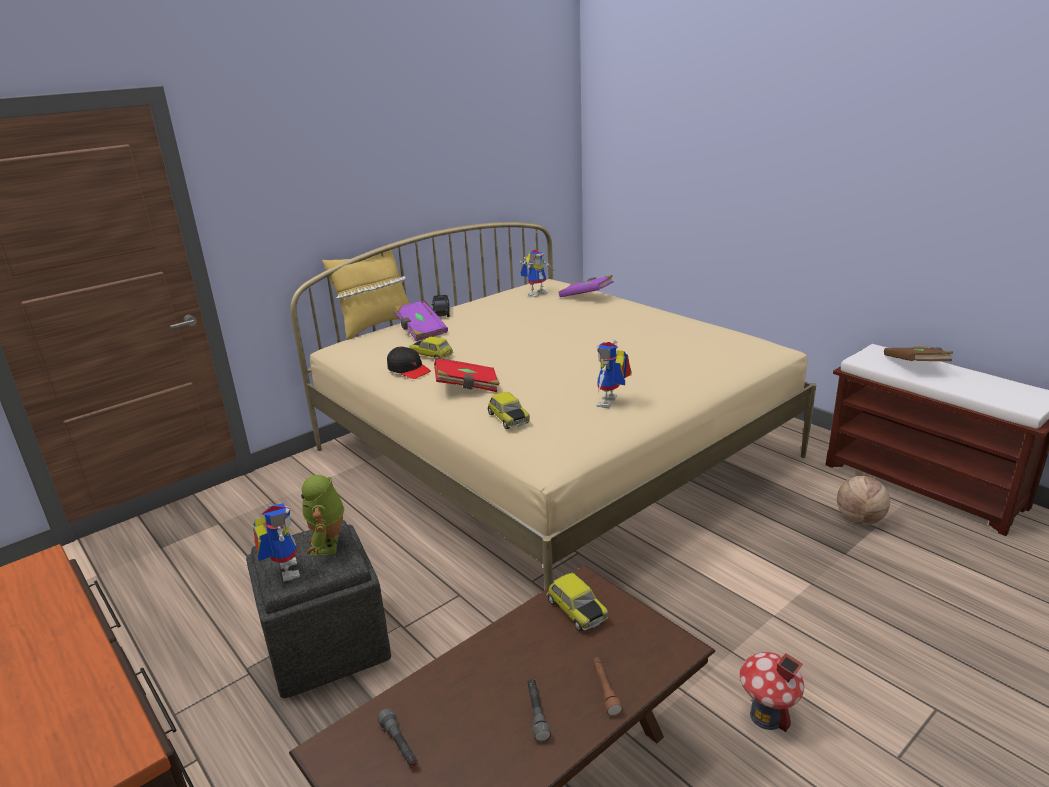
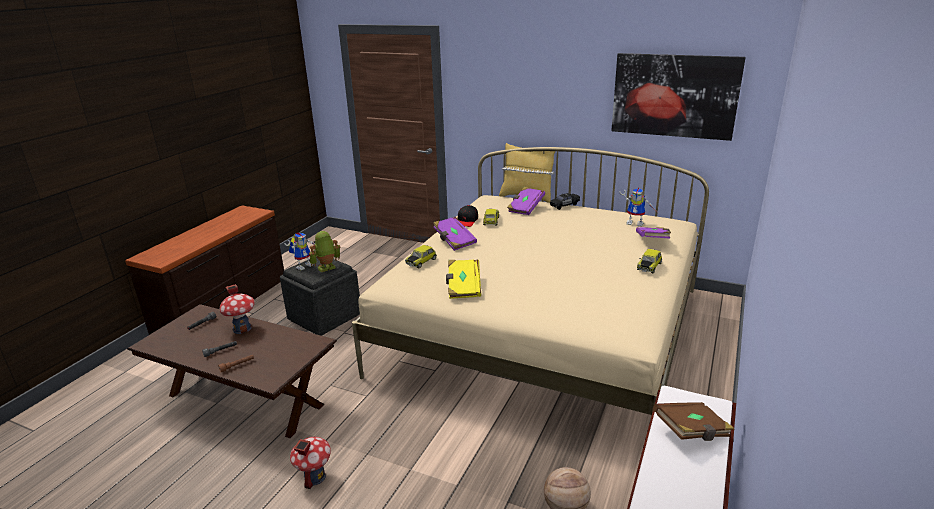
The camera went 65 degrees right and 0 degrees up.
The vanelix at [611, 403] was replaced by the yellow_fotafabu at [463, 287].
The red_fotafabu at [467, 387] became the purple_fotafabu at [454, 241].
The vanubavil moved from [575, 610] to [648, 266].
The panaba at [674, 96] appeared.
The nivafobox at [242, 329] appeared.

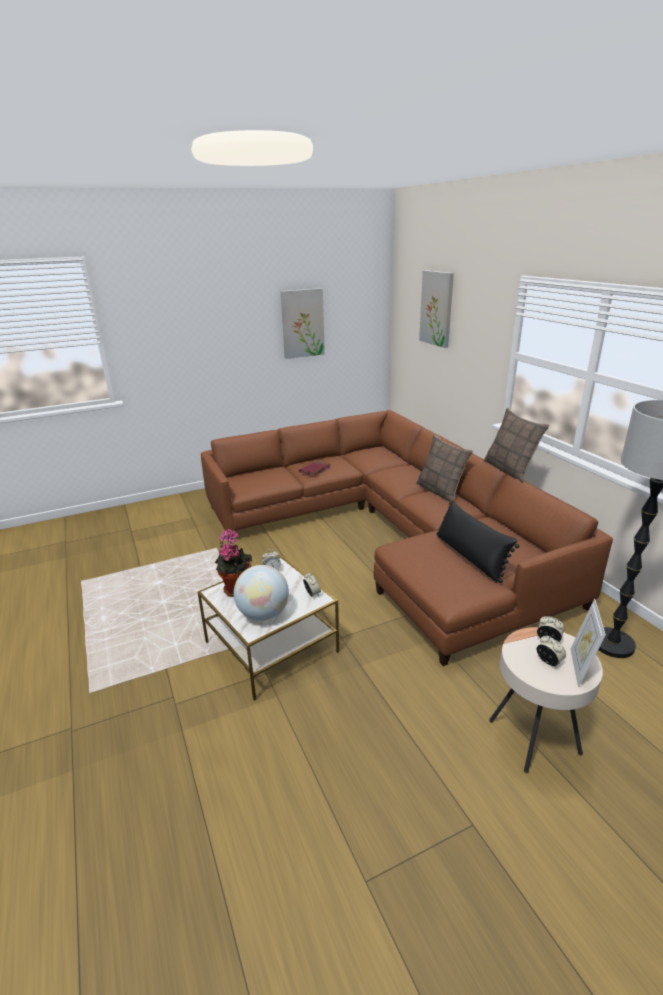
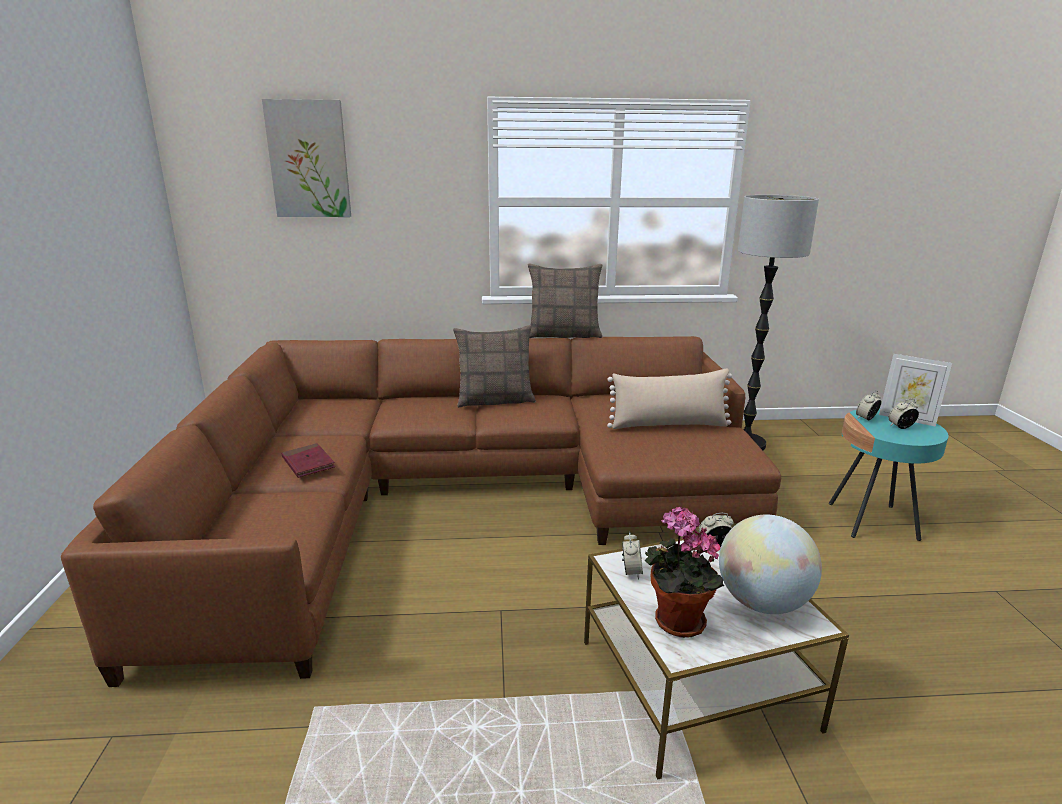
The camera went 70 degrees left and 5 degrees down.
The panaba at [302, 323] disappeared.
The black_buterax at [470, 557] became the beige_buterax at [668, 424].
The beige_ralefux at [534, 737] became the turquoise_ralefux at [872, 521].

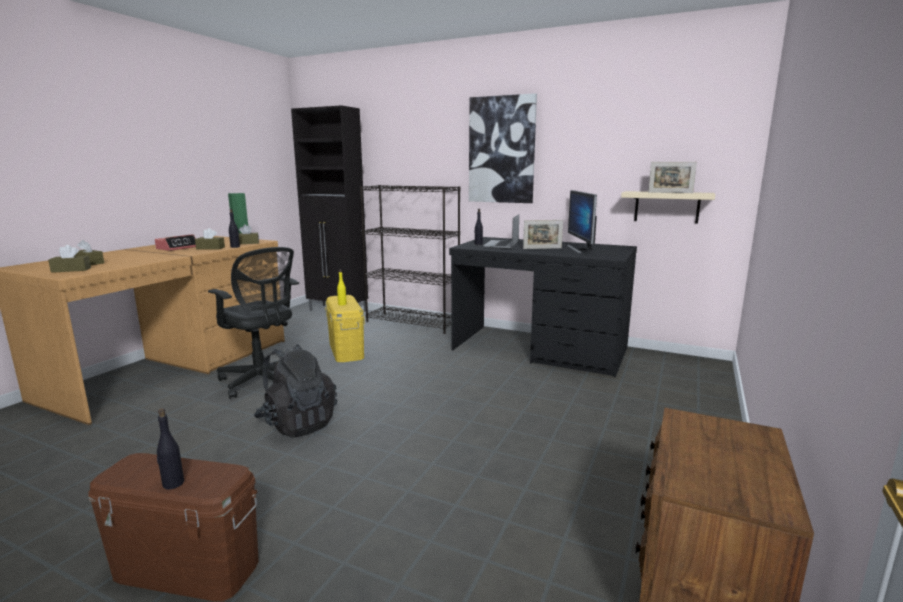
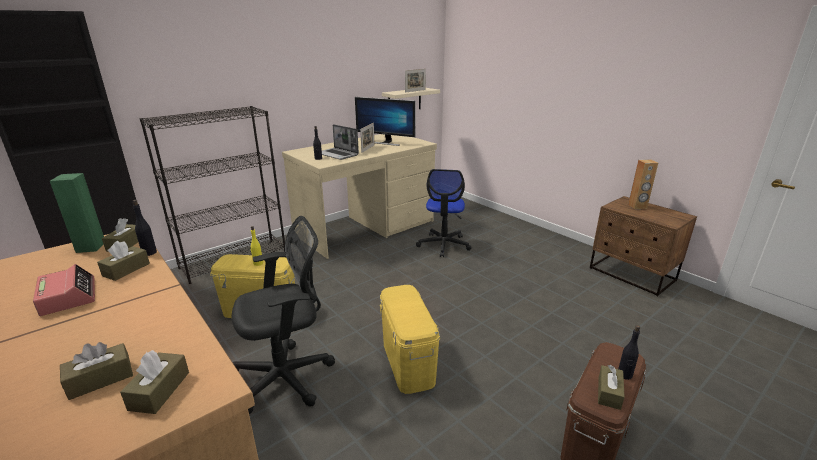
The camera went 65 degrees left and 10 degrees up.
The panaba at [501, 150] disappeared.
The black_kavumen at [539, 349] became the beige_kavumen at [366, 227].
The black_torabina at [297, 424] was replaced by the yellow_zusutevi at [407, 362].
The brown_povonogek at [637, 206] appeared.
The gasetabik at [443, 245] appeared.
The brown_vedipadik at [609, 393] appeared.

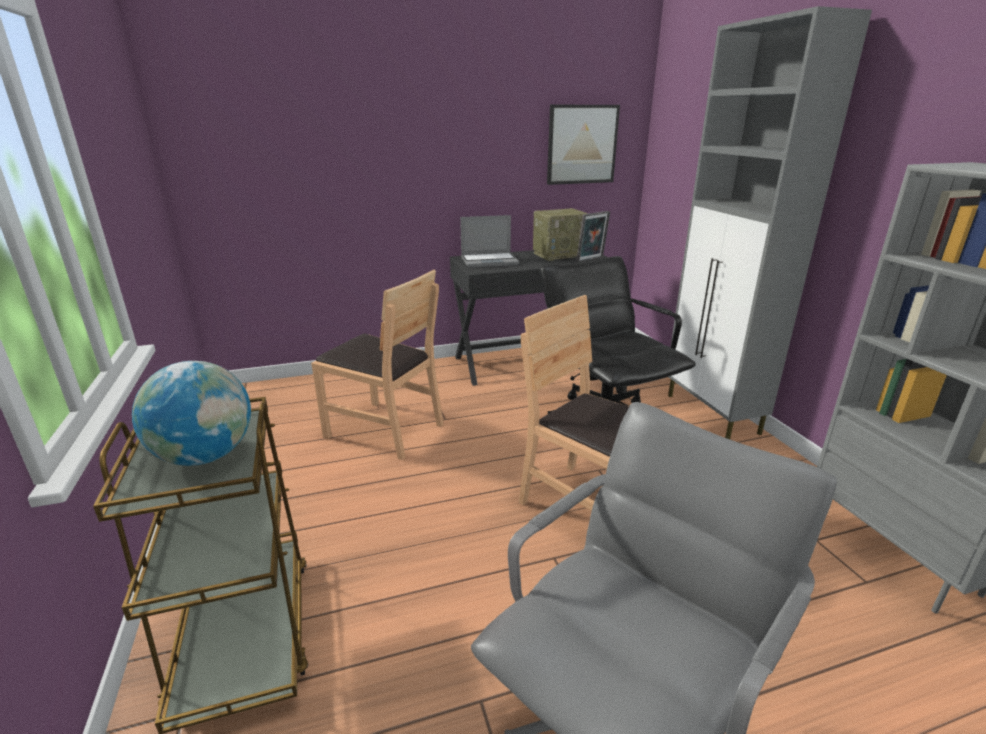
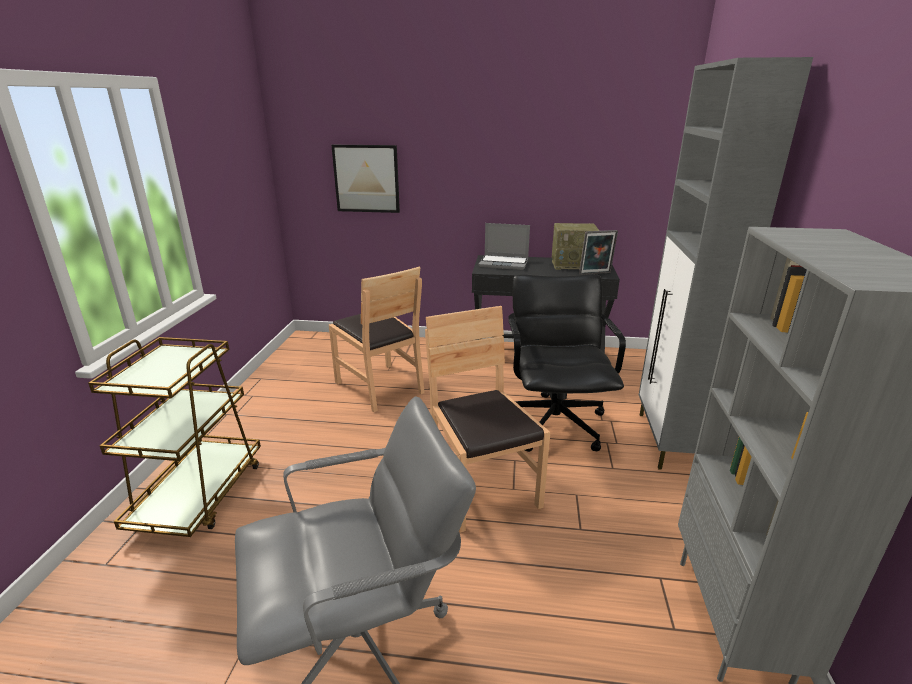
The camera went 25 degrees right and 0 degrees up.
The panaba moved from [582, 144] to [366, 178].
The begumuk at [206, 456] disappeared.

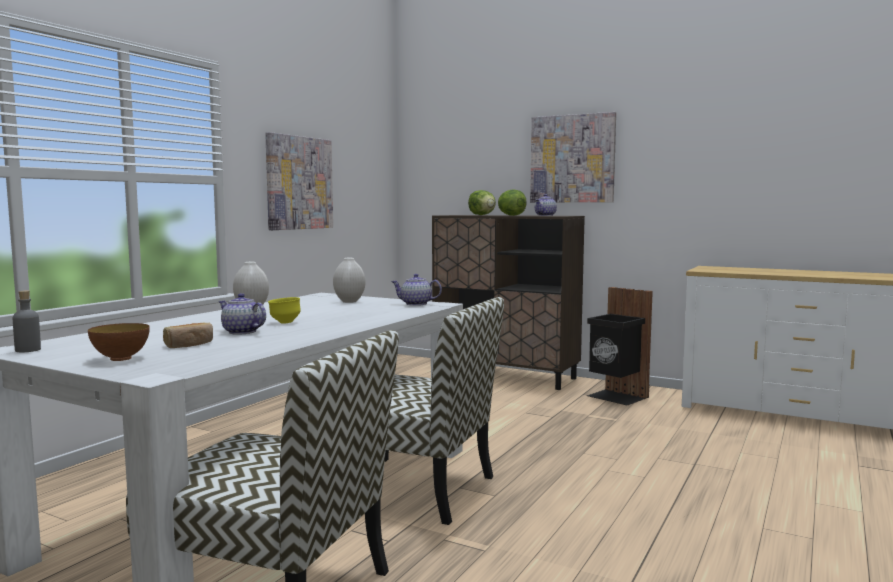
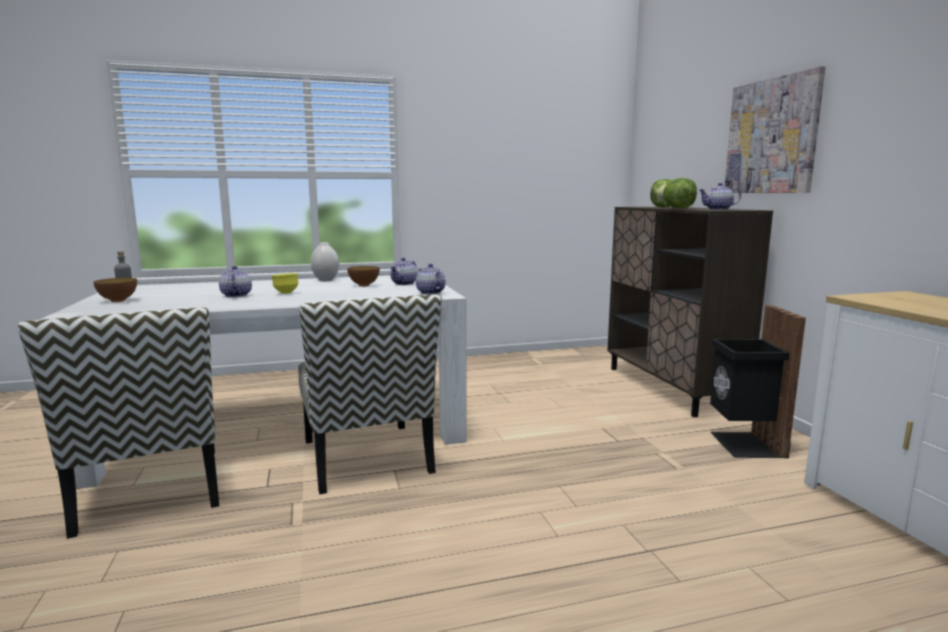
The camera went 45 degrees right and 5 degrees up.
The panaba at [299, 183] disappeared.
The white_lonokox at [349, 301] was replaced by the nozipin at [404, 283].
The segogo at [189, 345] disappeared.
The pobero at [364, 285] appeared.

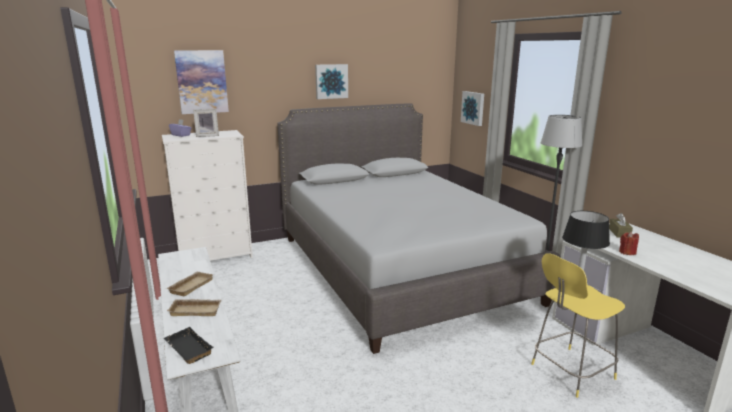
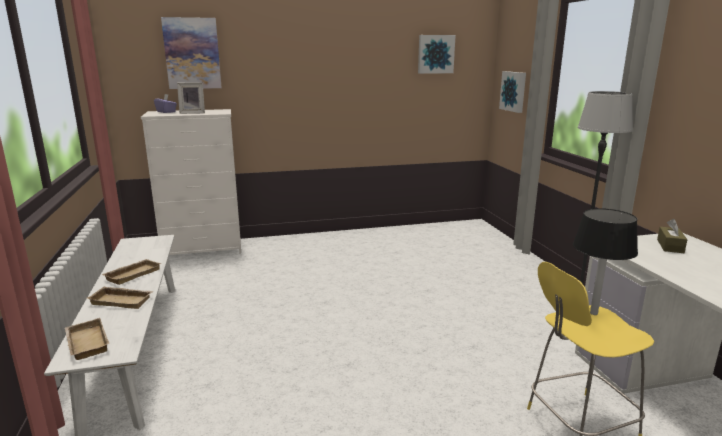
The camera went 10 degrees right and 0 degrees up.
The panaba moved from [331, 81] to [435, 54].
The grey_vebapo at [399, 267] disappeared.
The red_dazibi at [627, 252] disappeared.
The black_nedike at [187, 349] became the beige_nedike at [85, 343].

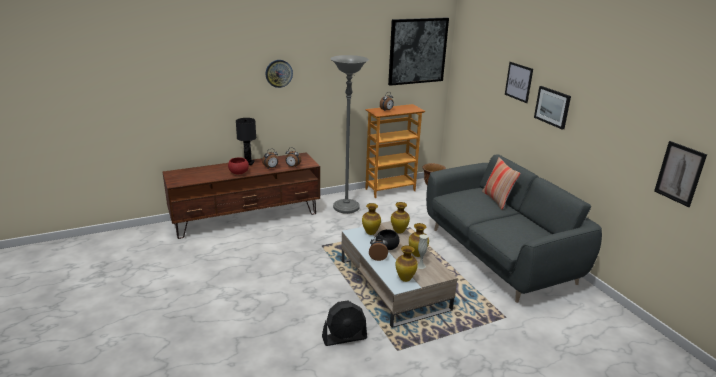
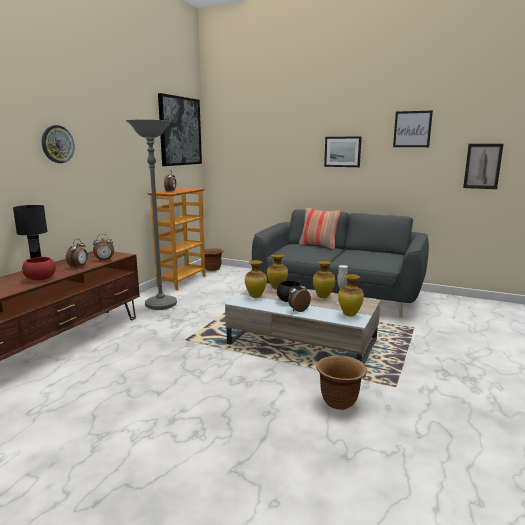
The camera went 40 degrees left and 10 degrees down.
The panaba moved from [518, 82] to [412, 129].
The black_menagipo at [344, 338] was replaced by the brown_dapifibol at [339, 402].

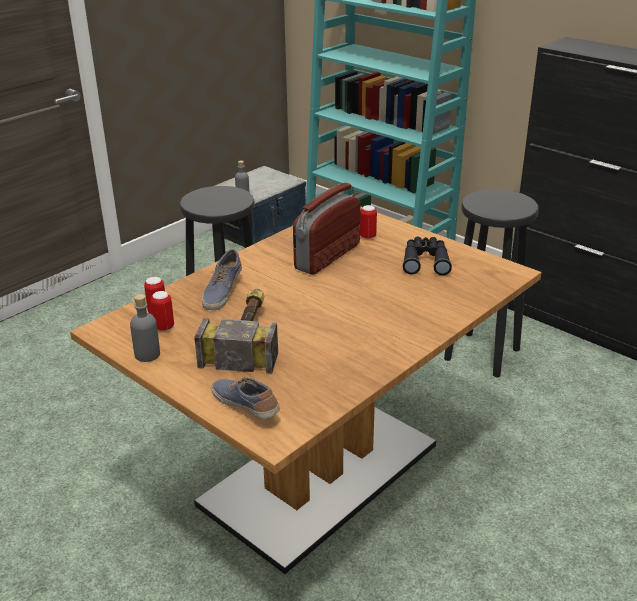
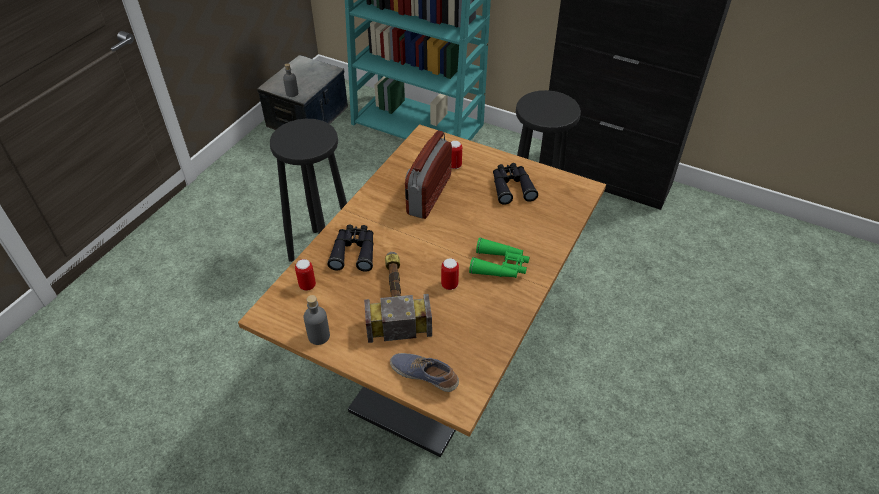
The camera went 15 degrees left and 15 degrees up.
The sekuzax at [222, 291] was replaced by the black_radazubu at [354, 251].
The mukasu moved from [164, 327] to [449, 285].
The green_radazubu at [500, 266] appeared.

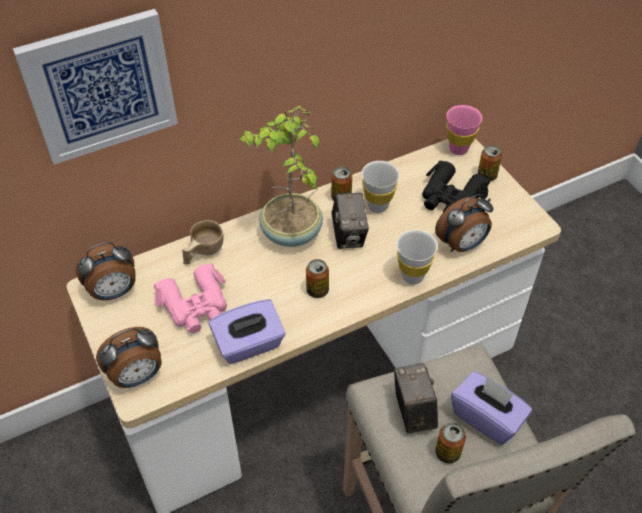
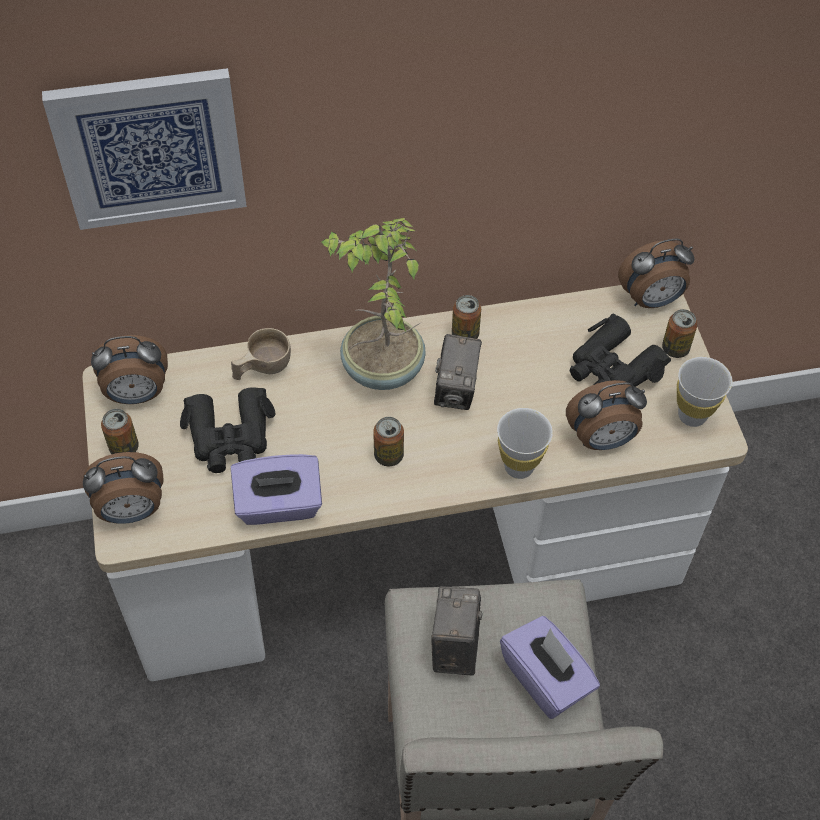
The camera went 15 degrees right and 5 degrees up.
The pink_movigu at [458, 149] was replaced by the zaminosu at [651, 300].
The white_movigu moved from [378, 206] to [692, 415].
The pink_radazubu at [196, 306] became the black_radazubu at [230, 438].
The mukasu moved from [447, 453] to [124, 447].

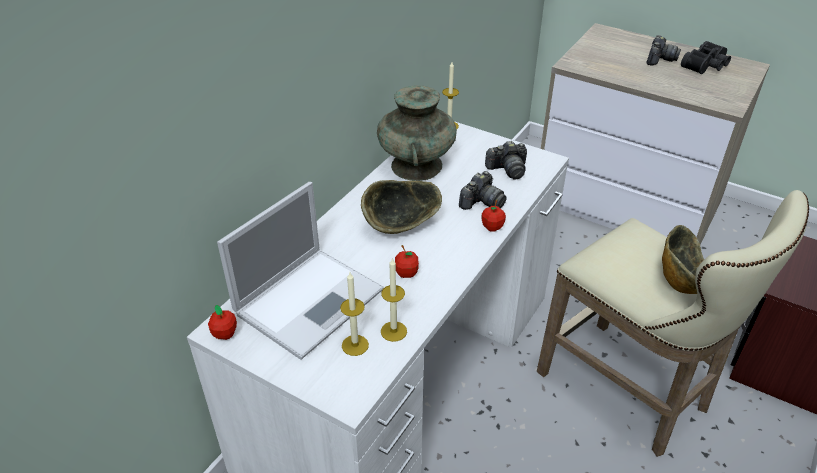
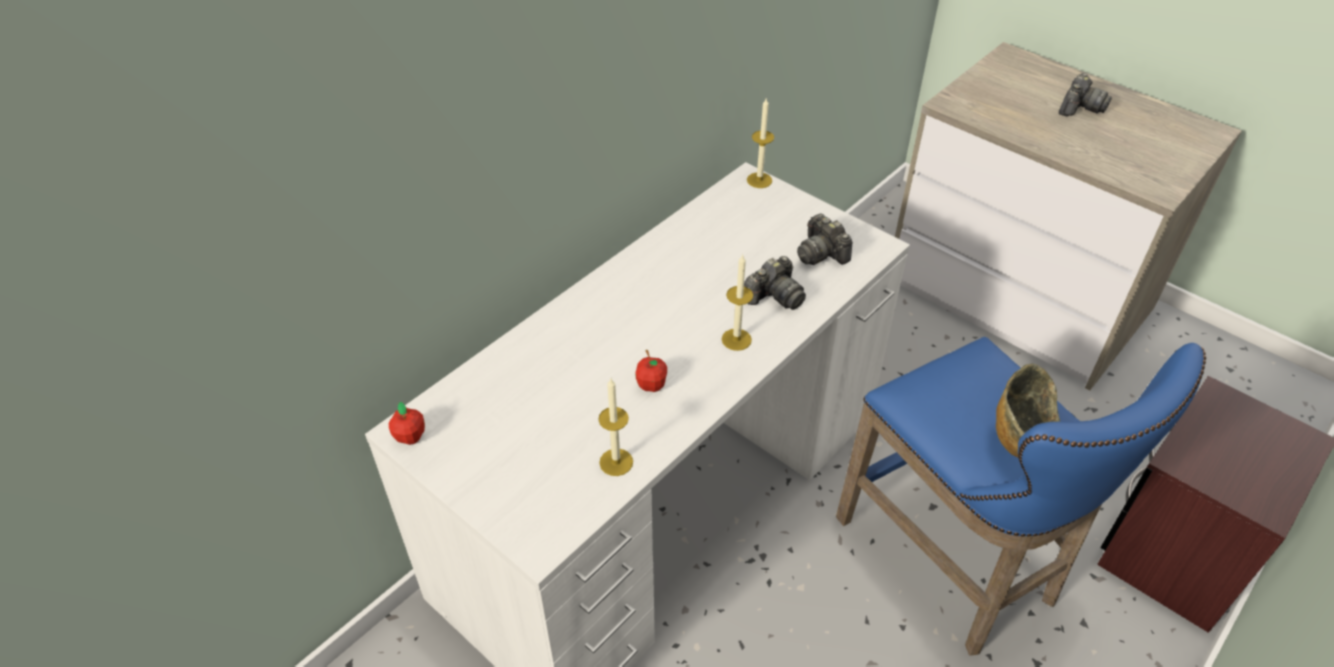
The camera went 10 degrees right and 5 degrees up.
The black_radazubu at [707, 66] disappeared.
The turquoise_lonokox at [416, 166] disappeared.
The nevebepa at [507, 170] turned 60 degrees clockwise.
The pobero at [399, 226] disappeared.
The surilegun at [311, 299] disappeared.
The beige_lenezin at [631, 394] became the blue_lenezin at [956, 566].
The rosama at [492, 227] disappeared.
The dazibi moved from [355, 345] to [736, 339].

